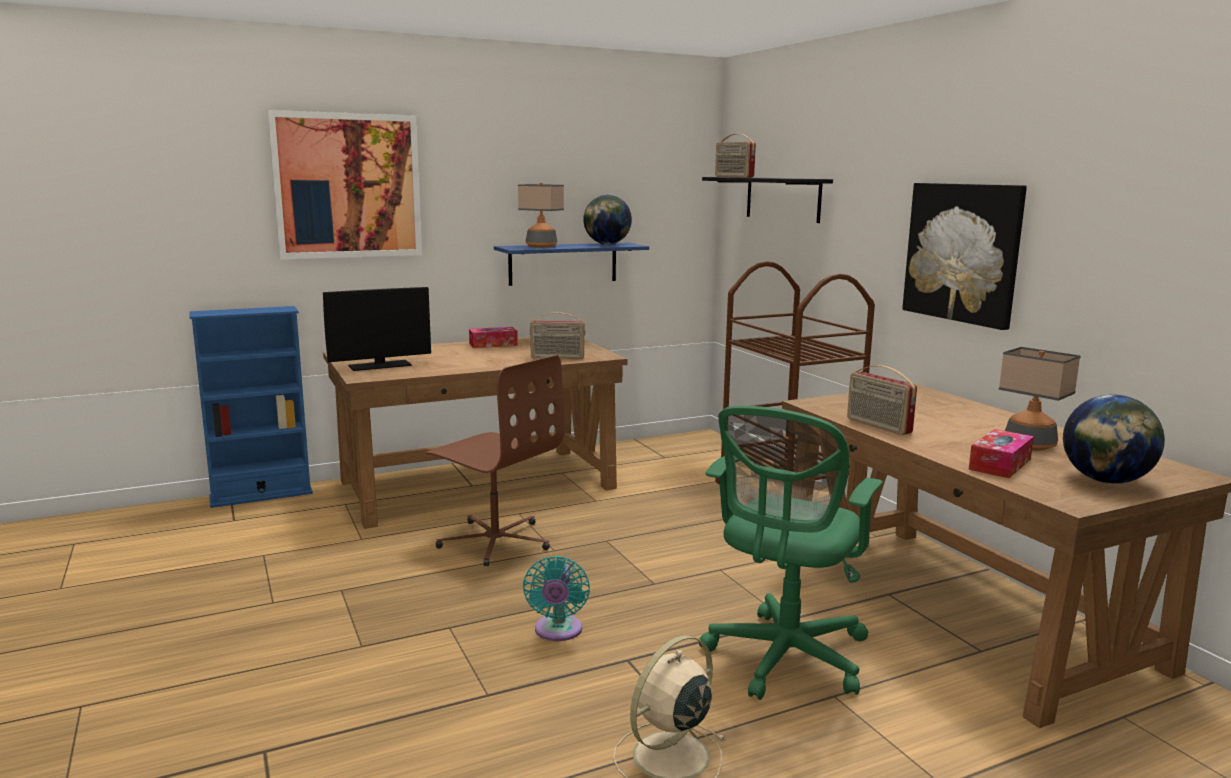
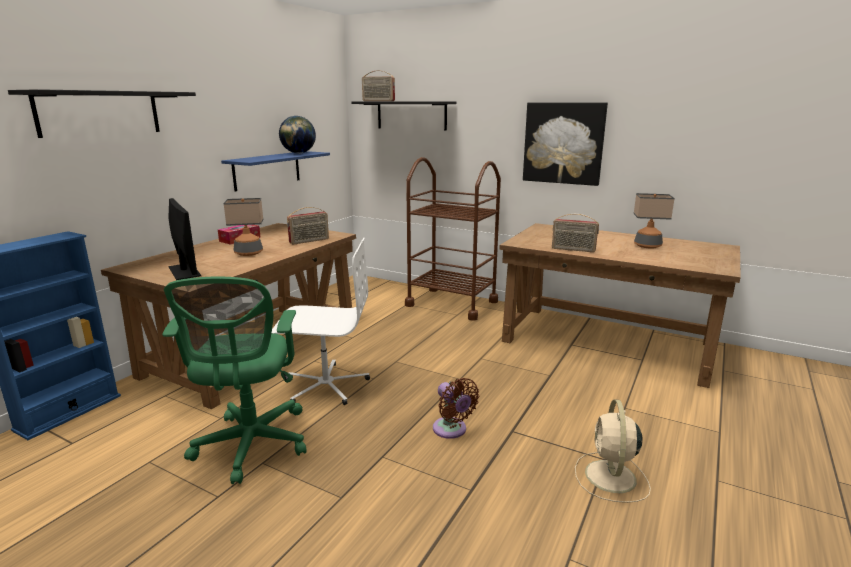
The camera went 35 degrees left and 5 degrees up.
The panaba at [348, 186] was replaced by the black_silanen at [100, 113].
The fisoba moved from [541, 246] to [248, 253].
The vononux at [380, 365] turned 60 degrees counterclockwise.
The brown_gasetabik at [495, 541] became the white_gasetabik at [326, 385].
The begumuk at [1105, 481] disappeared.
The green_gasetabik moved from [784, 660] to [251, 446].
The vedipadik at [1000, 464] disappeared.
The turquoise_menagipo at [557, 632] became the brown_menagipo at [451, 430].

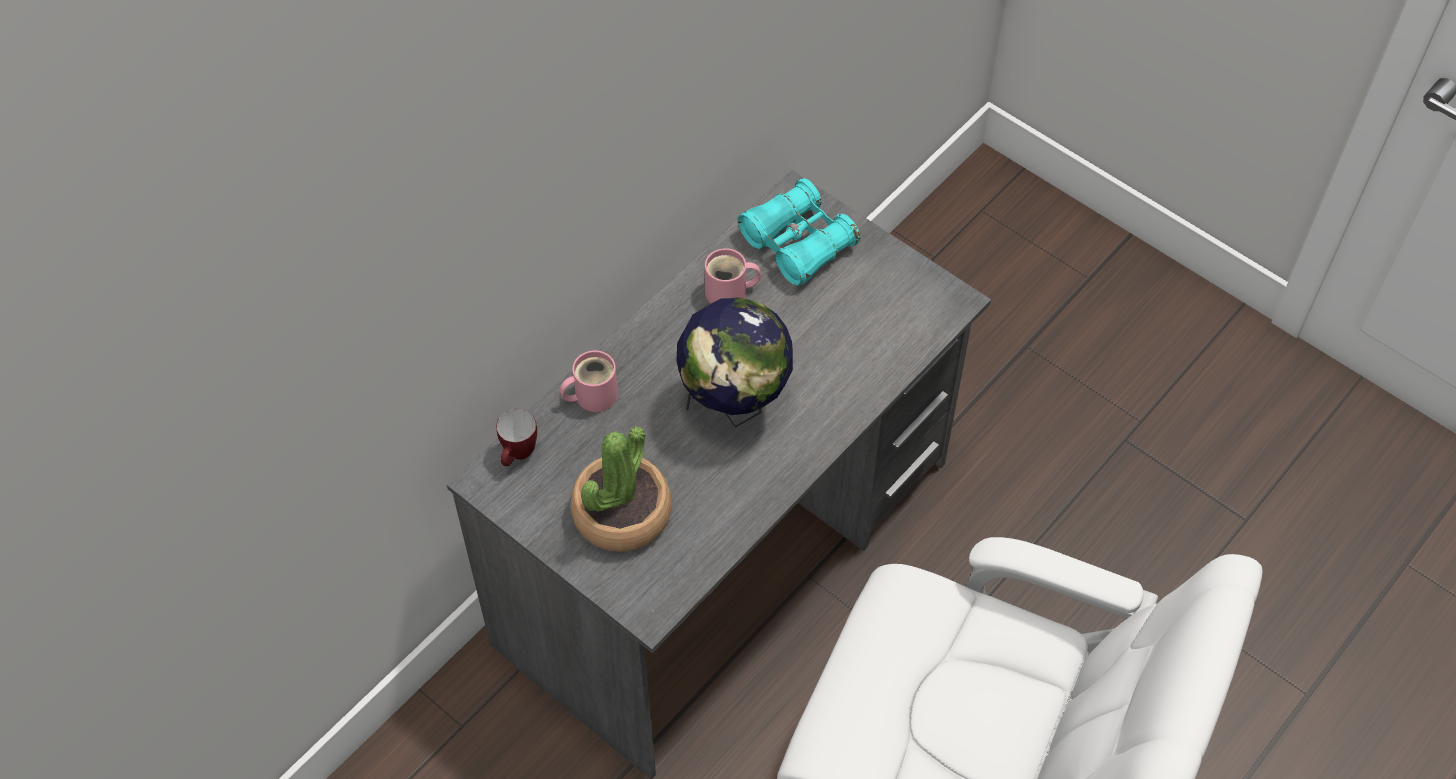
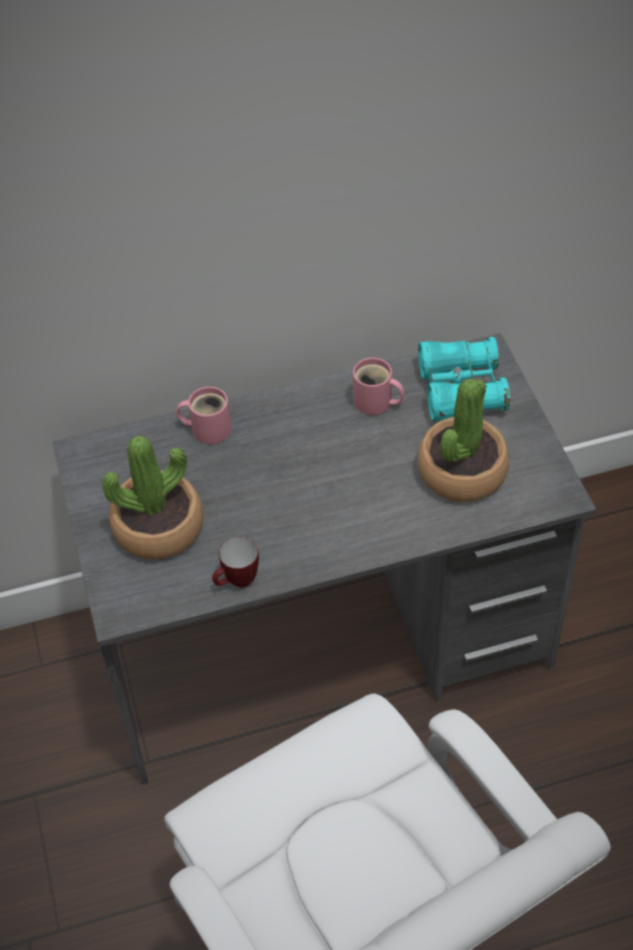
The camera went 35 degrees right and 5 degrees down.
The begumuk at [735, 405] disappeared.
The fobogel moved from [518, 456] to [237, 583].
The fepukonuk at [461, 471] appeared.

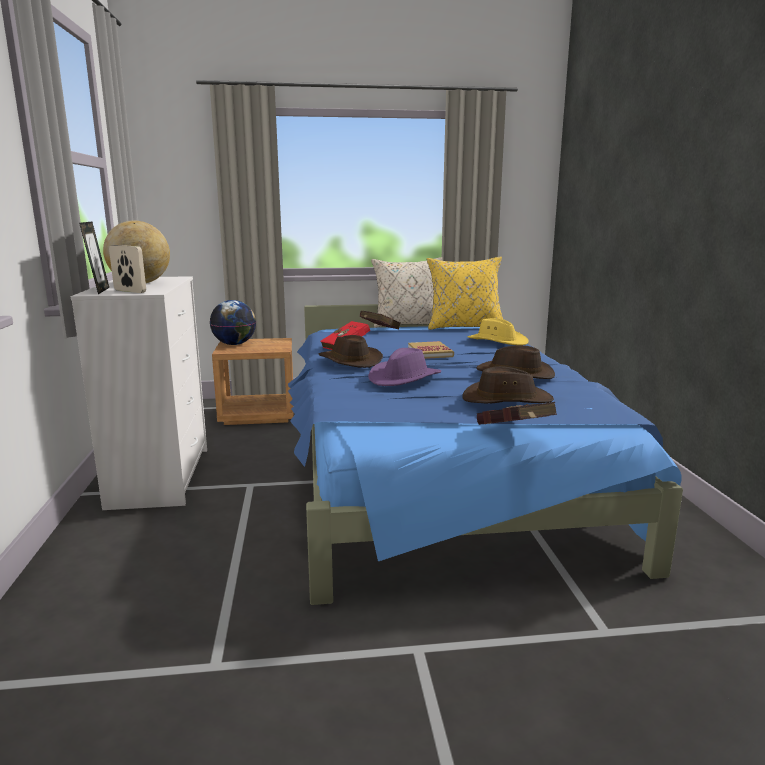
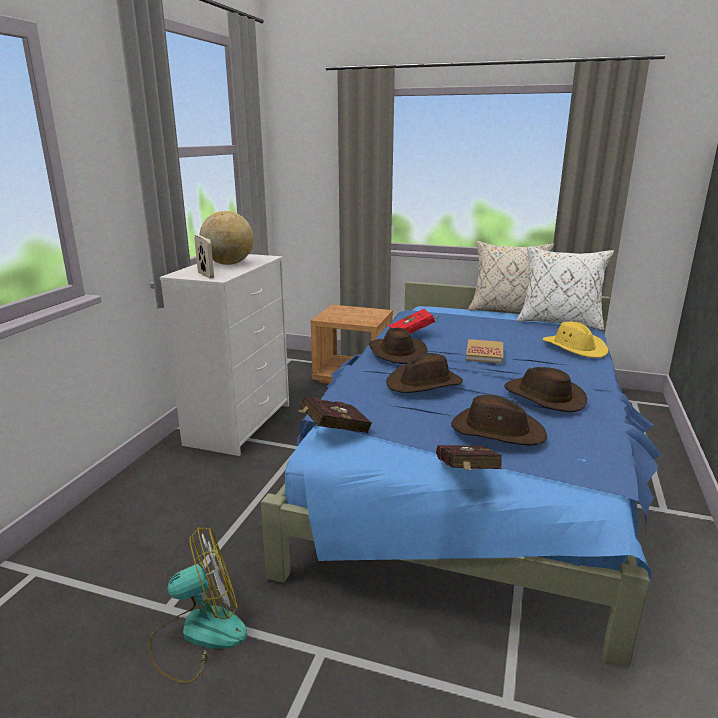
The camera went 25 degrees right and 5 degrees up.
The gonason at [99, 291] disappeared.
The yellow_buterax at [464, 327] became the white_buterax at [559, 322].
The begumuk at [234, 344] disappeared.
The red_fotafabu moved from [378, 330] to [333, 430].
The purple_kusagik at [404, 378] became the brown_kusagik at [424, 383].
The menagipo at [198, 634] appeared.

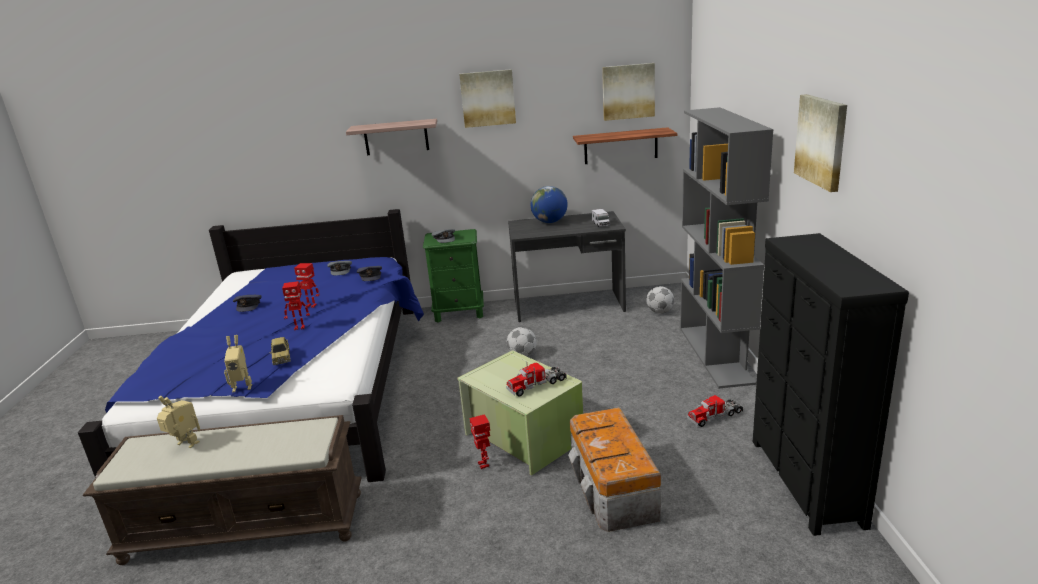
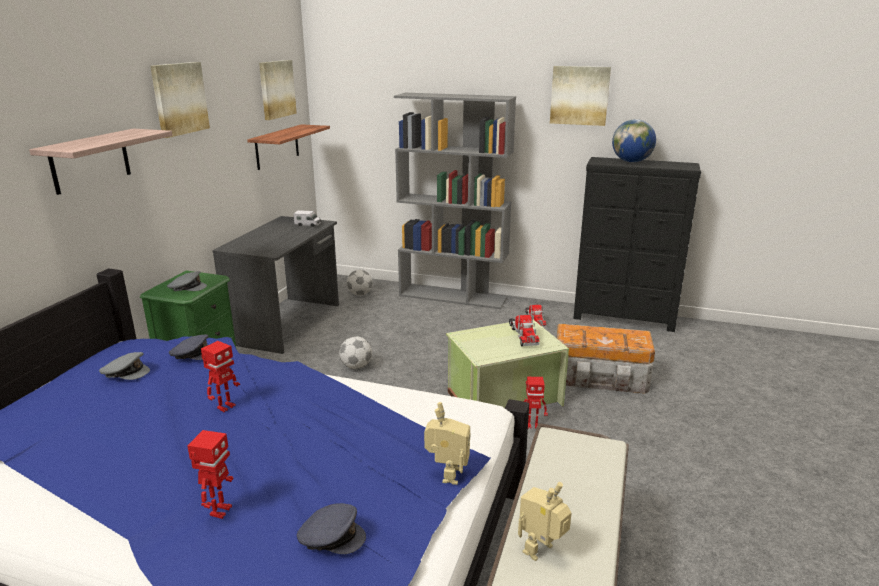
The camera went 70 degrees left and 0 degrees up.
The begumuk moved from [550, 222] to [631, 162].
The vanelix moved from [299, 327] to [219, 511].
The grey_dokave moved from [248, 305] to [331, 536].
The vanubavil at [281, 356] disappeared.

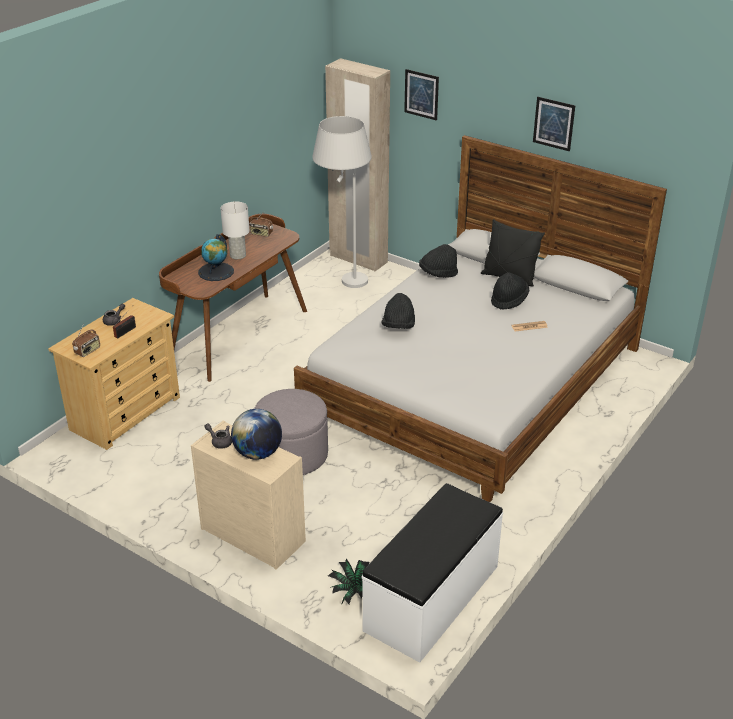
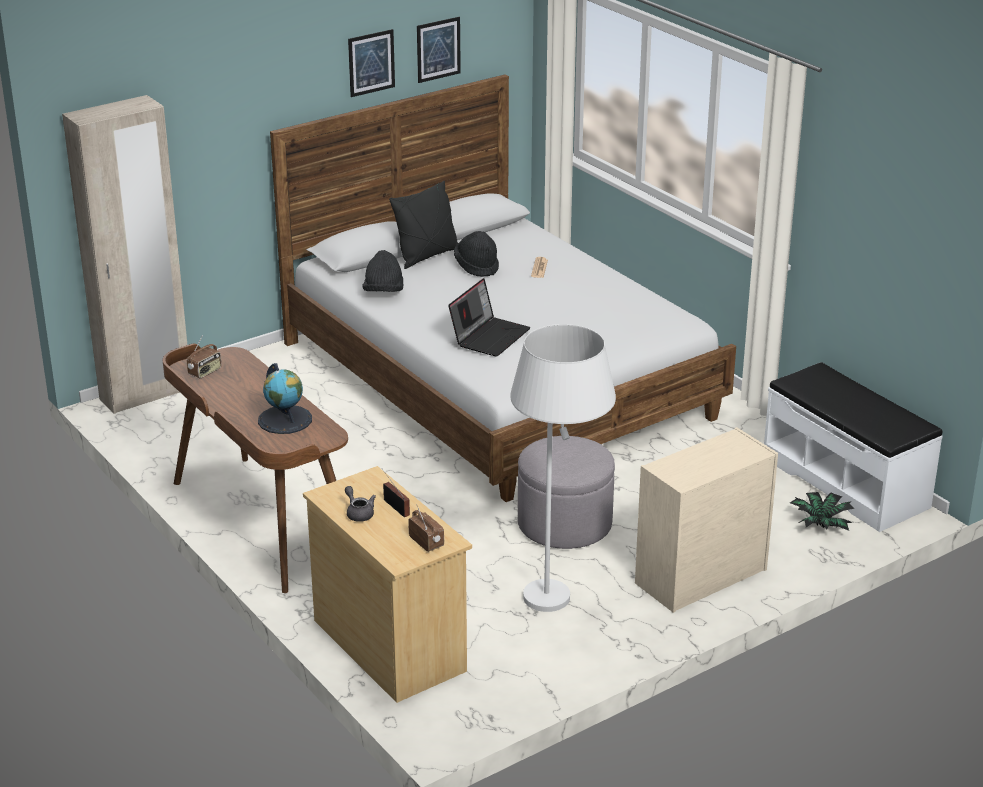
The camera went 70 degrees left and 5 degrees down.
The panaba moved from [421, 94] to [438, 49].
The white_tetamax moved from [344, 286] to [558, 612].
The white_fisoba at [238, 255] disappeared.
The black_kusagik at [398, 326] was replaced by the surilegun at [489, 336].
The begumuk at [258, 453] disappeared.
The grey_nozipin at [220, 441] disappeared.

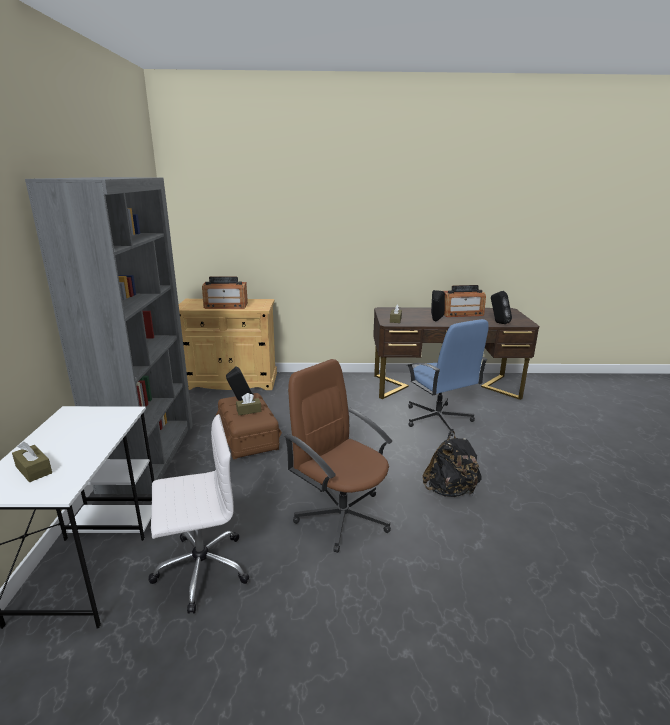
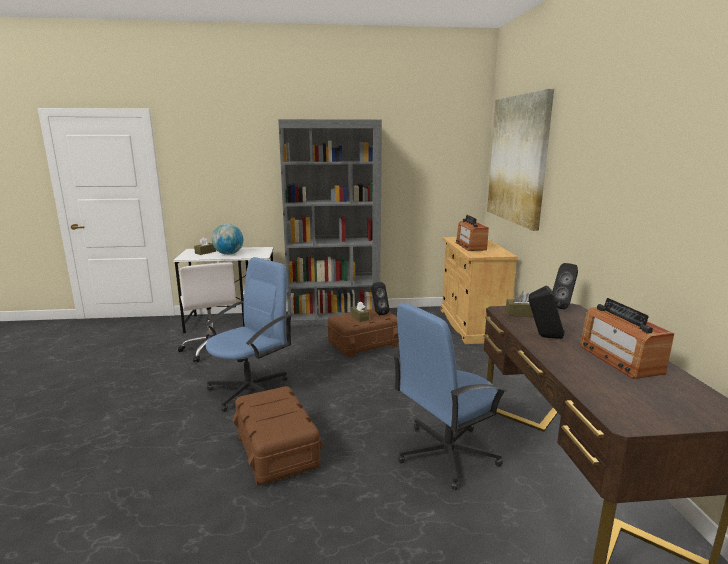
The camera went 85 degrees right and 5 degrees down.
The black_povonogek moved from [498, 323] to [563, 307].
The brown_gasetabik at [342, 515] became the blue_gasetabik at [250, 390].
The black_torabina at [450, 490] was replaced by the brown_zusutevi at [277, 451].
The panaba at [518, 159] appeared.
The begumuk at [228, 254] appeared.

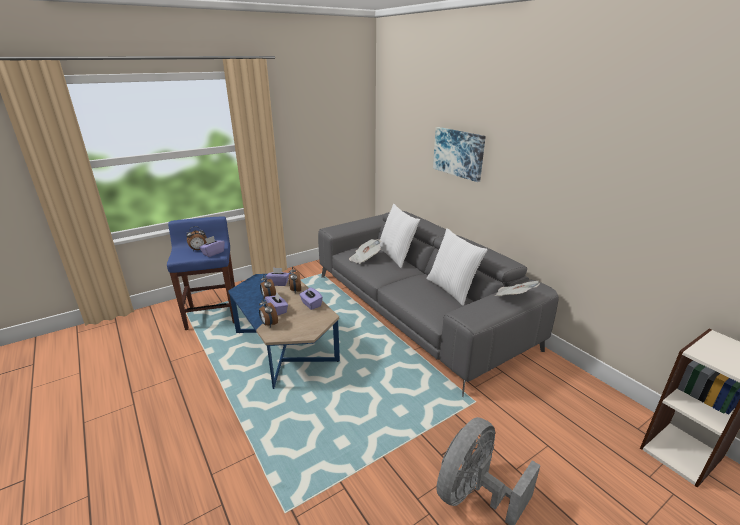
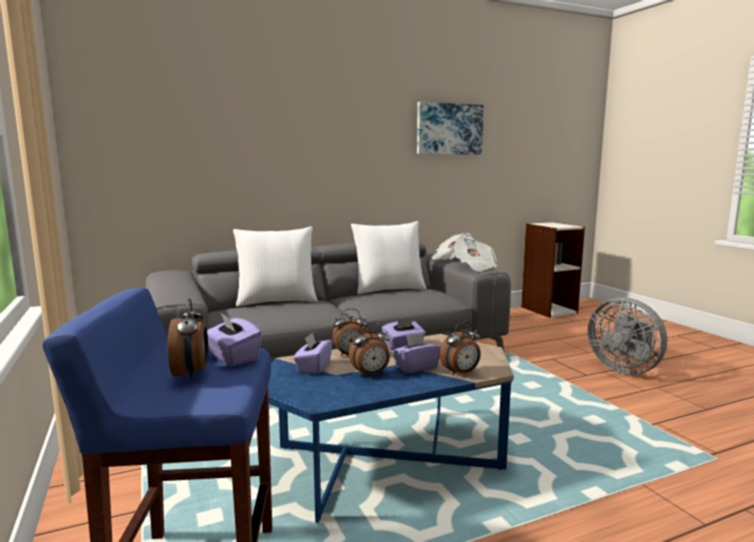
The camera went 80 degrees left and 15 degrees down.
The panaba moved from [459, 153] to [449, 129].
The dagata moved from [365, 259] to [474, 267].

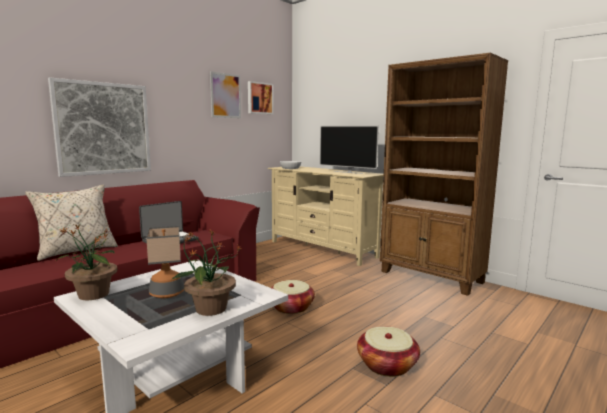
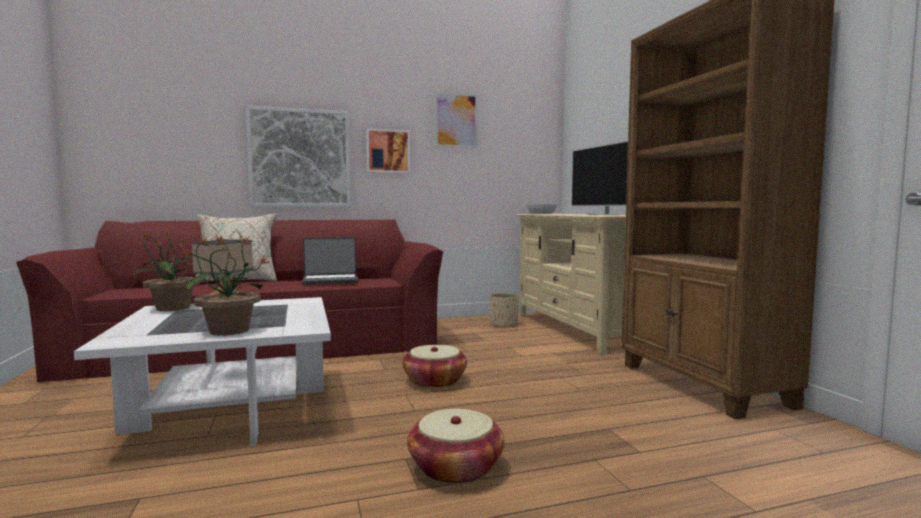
The camera went 30 degrees right and 5 degrees down.
The panaba moved from [259, 98] to [387, 151].
The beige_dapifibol at [504, 324] appeared.

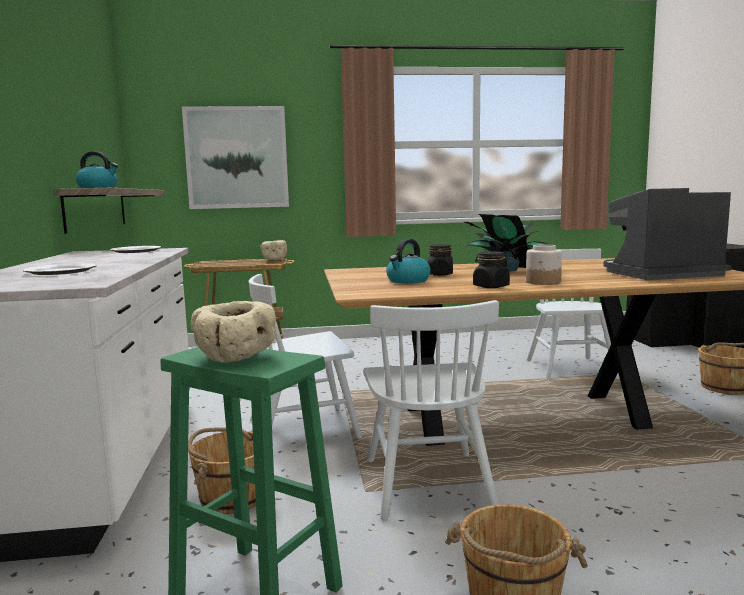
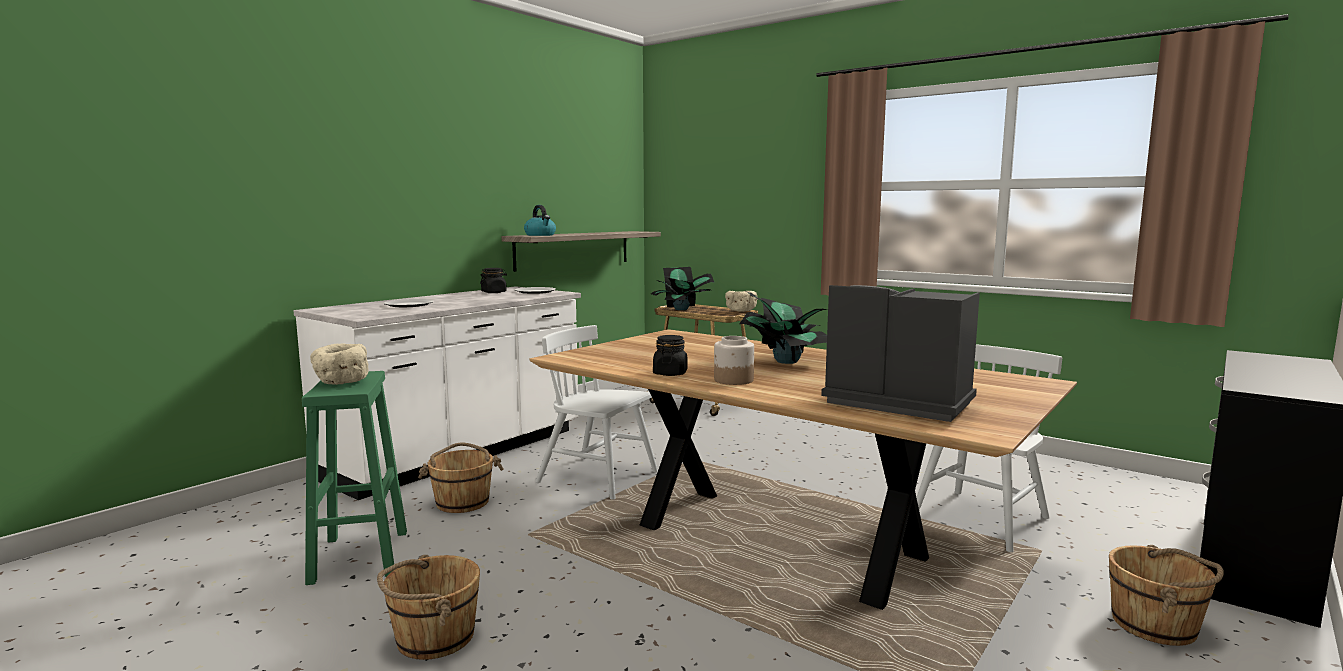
The camera went 45 degrees right and 0 degrees up.
The panaba at [237, 158] disappeared.
The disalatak at [408, 281] disappeared.
The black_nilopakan moved from [440, 274] to [494, 292].
The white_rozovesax at [428, 484] disappeared.
The fepukonuk at [682, 309] appeared.

